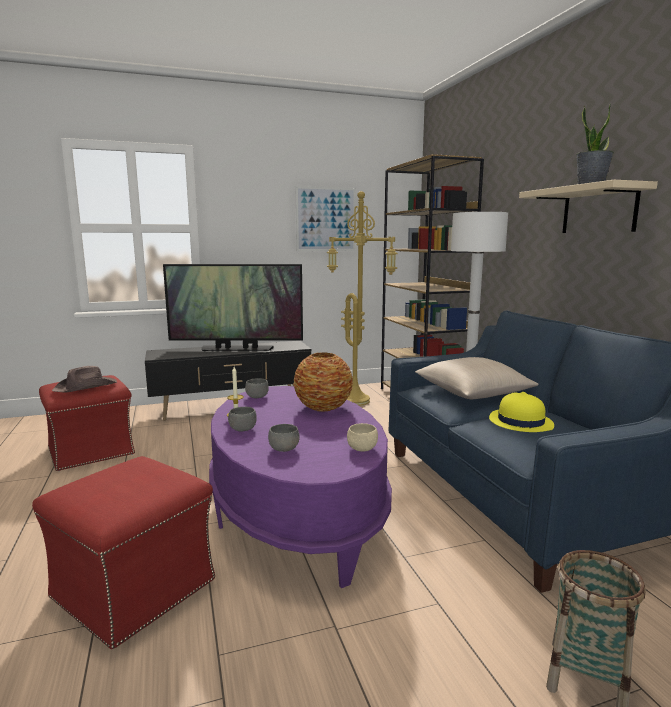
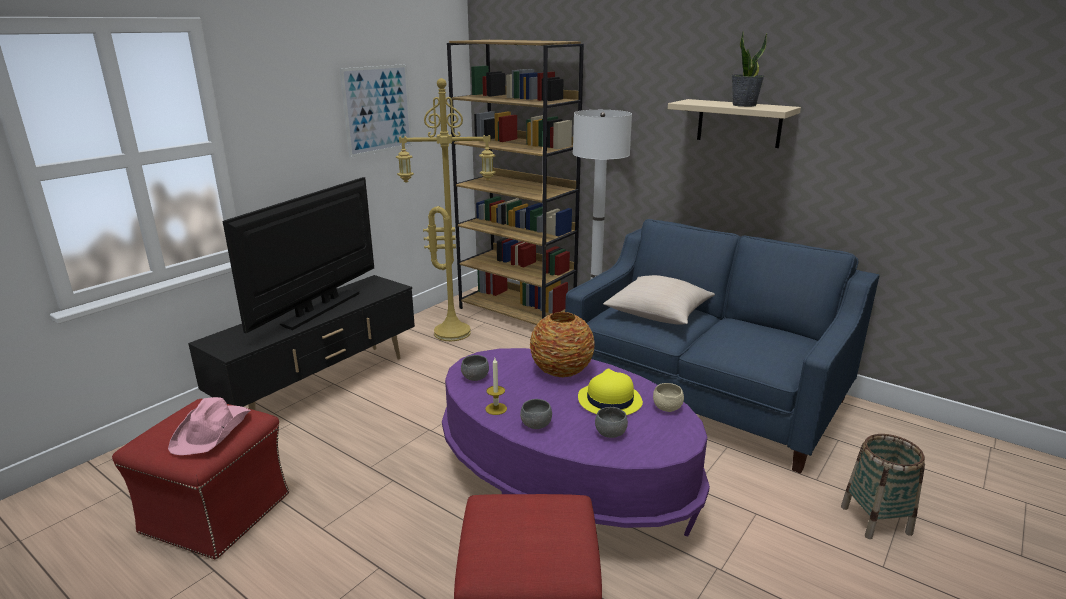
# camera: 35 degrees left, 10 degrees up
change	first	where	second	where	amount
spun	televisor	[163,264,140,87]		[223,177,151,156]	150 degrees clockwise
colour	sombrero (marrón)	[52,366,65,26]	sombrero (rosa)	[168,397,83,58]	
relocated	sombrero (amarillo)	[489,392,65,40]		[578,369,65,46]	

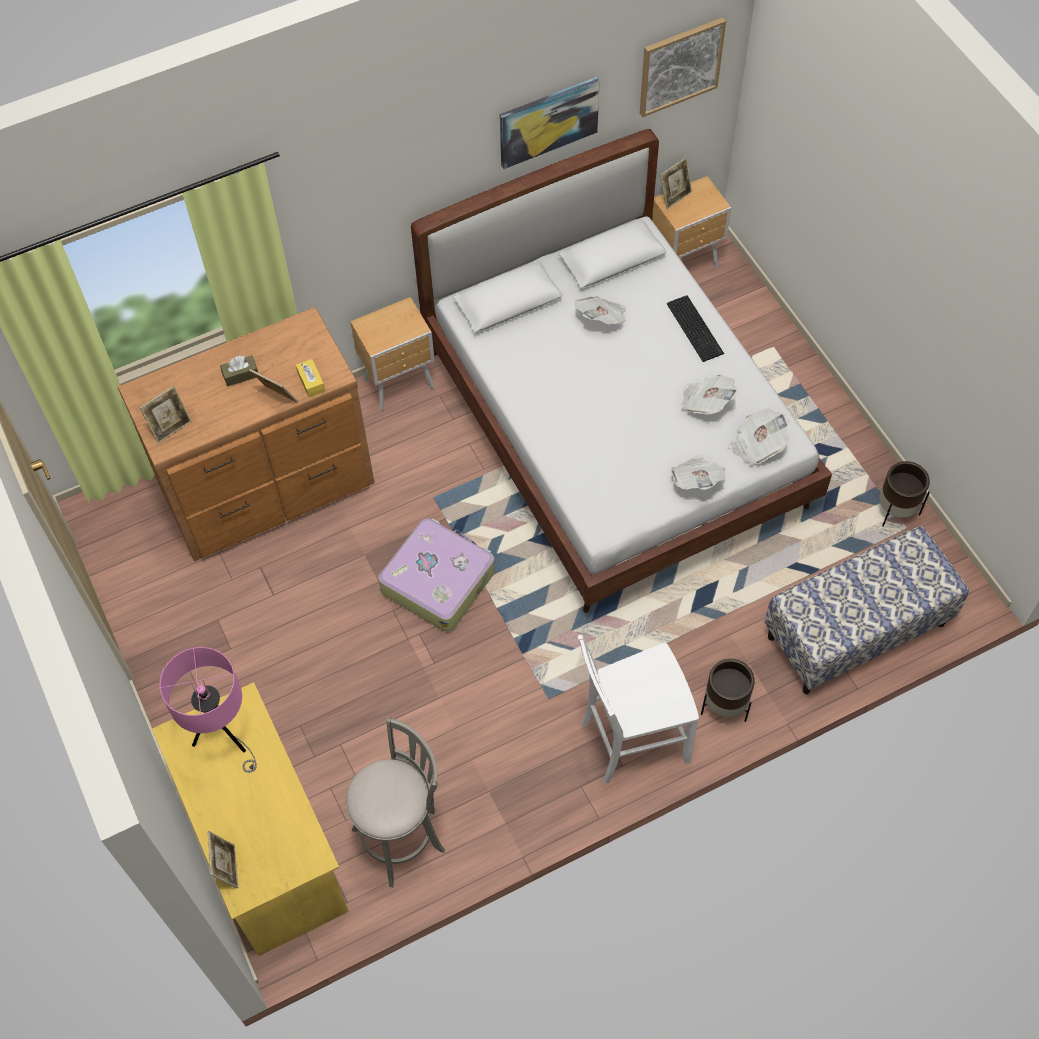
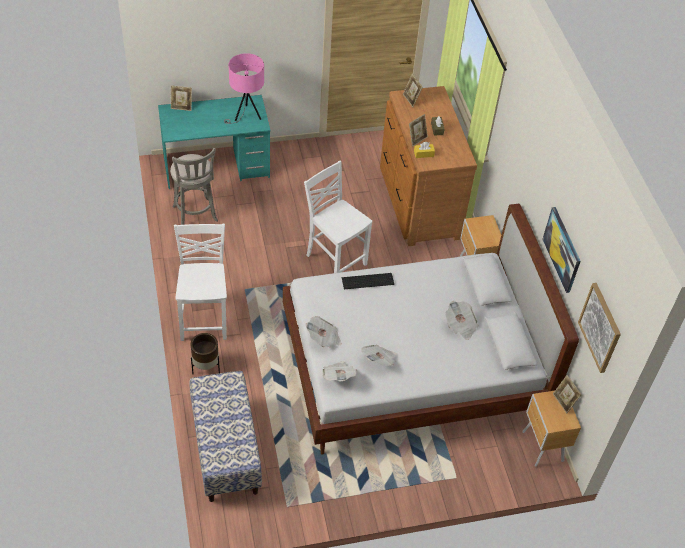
# camera: 100 degrees right, 10 degrees down
change	first	where	second	where	amount
relocated	teclado	[667,295,57,67]		[342,273,52,16]	
missing	maceta (marrón)	[879,461,51,66]			
exchanged	maleta	[379,518,116,114]	silla (blanco)	[304,161,68,112]	
colour	escritorio (amarillo)	[152,682,197,274]	escritorio (turquesa)	[158,95,112,94]	

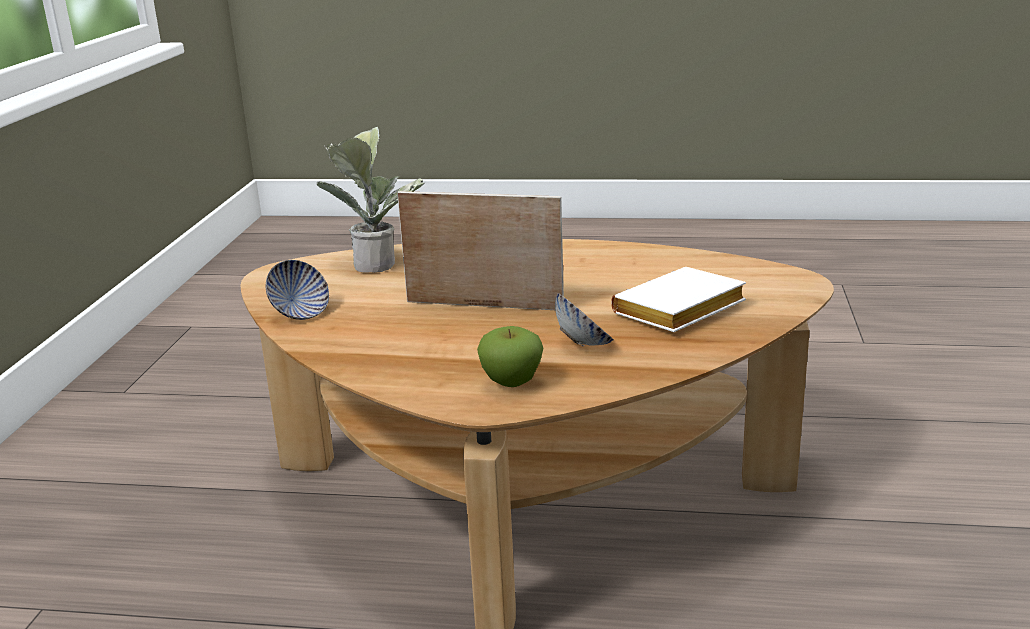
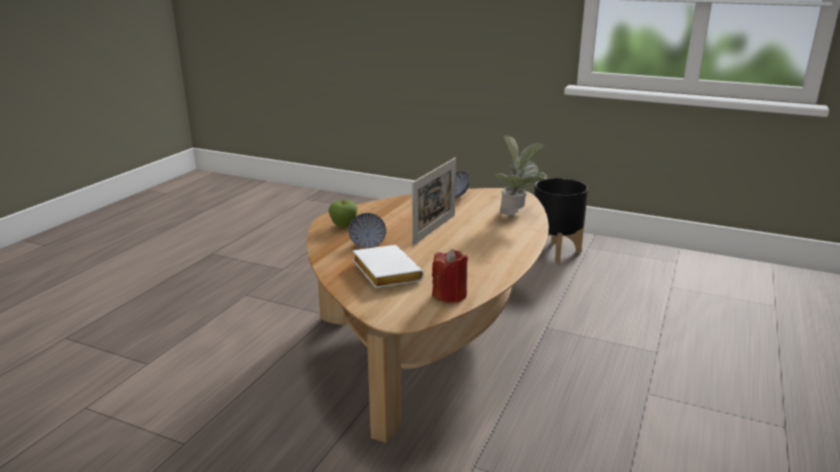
# camera: 105 degrees right, 0 degrees up
change	first	where	second	where	amount
appeared			maceta (negro)	[534,178,54,85]	
appeared			vela (rojo)	[432,249,36,54]	

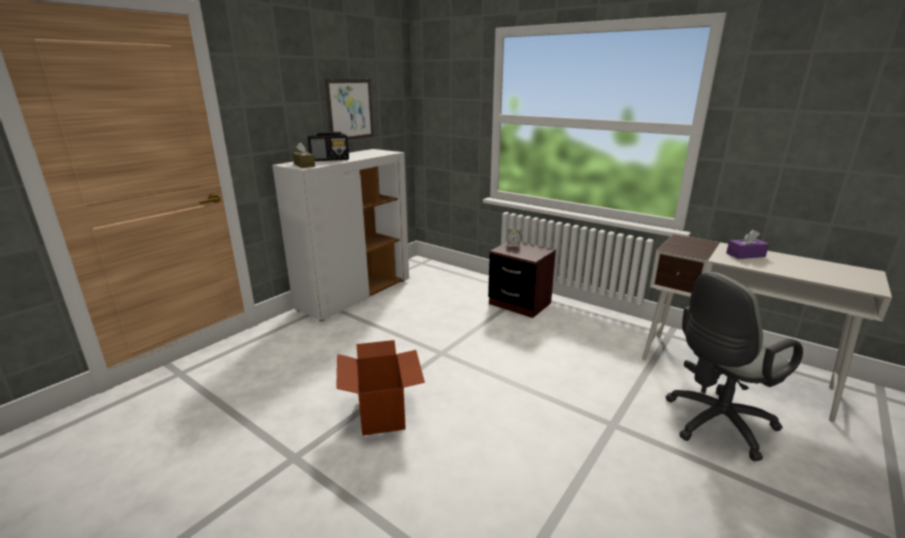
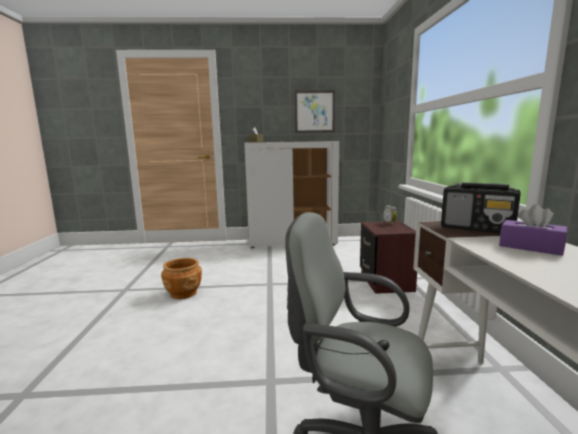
# camera: 50 degrees right, 10 degrees down
change	first	where	second	where	amount
relocated	radio	[308,132,41,29]		[441,182,80,52]	
exchanged	caja de cartón	[336,340,89,96]	maceta (marrón)	[161,258,41,41]	

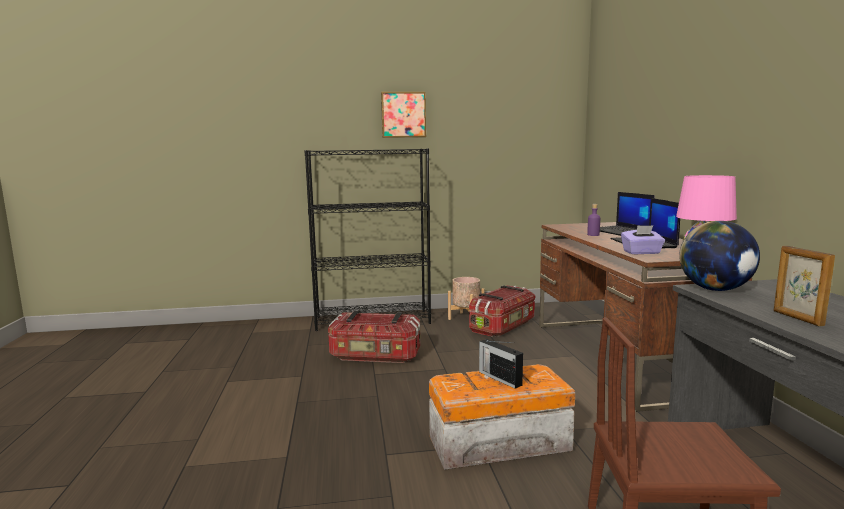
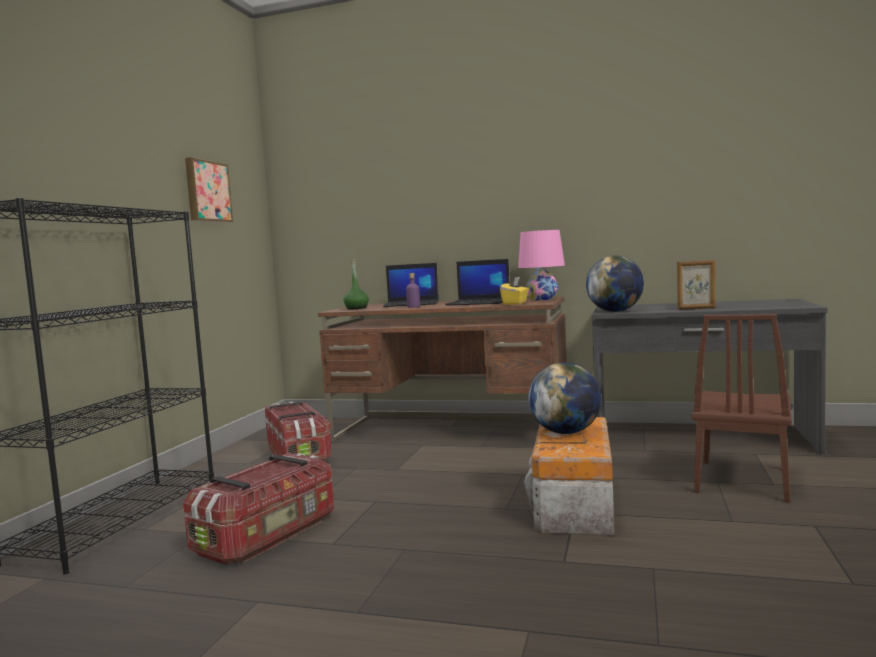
# camera: 65 degrees left, 5 degrees down
change	first	where	second	where	amount
relocated	cuadro	[381,92,45,46]		[185,157,48,66]	
colour	caja de pañuelos (morado)	[621,225,44,29]	caja de pañuelos (amarillo)	[500,277,29,28]	
missing	maceta (beis)	[448,277,37,43]			
exchanged	radio	[479,339,44,49]	globo terráqueo	[528,362,73,72]	
appeared			botella (verde)	[343,259,26,50]	

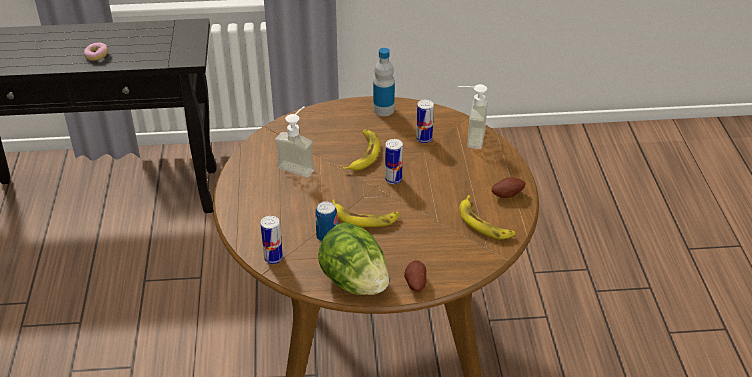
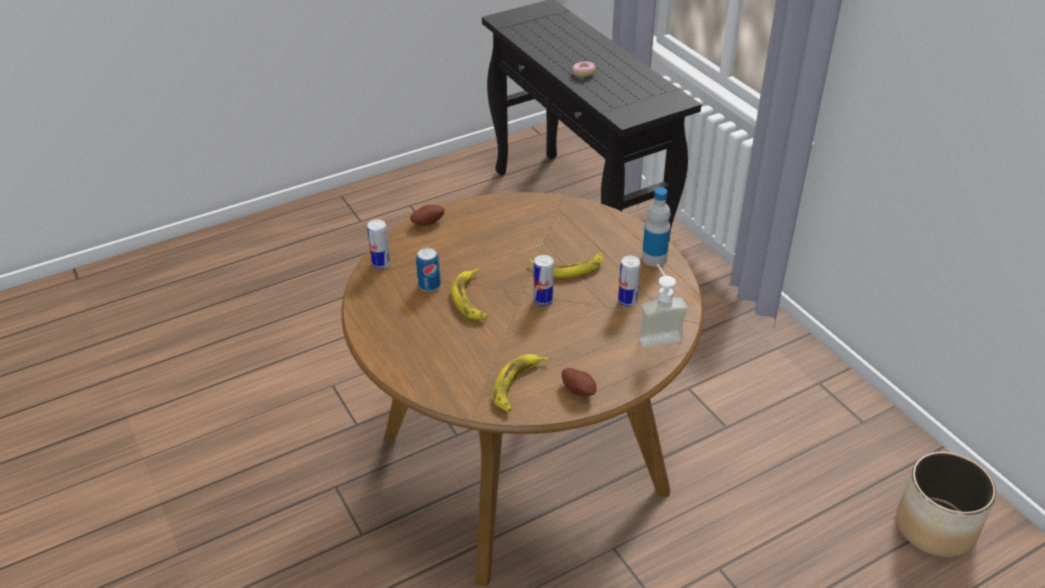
# camera: 65 degrees right, 0 degrees up
change	first	where	second	where	amount
missing	dispensador de jabón	[275,106,39,71]			
missing	lechuga	[318,222,71,73]			
relocated	patata	[404,260,23,32]		[410,205,35,21]	
appeared			maceta	[896,452,100,105]	

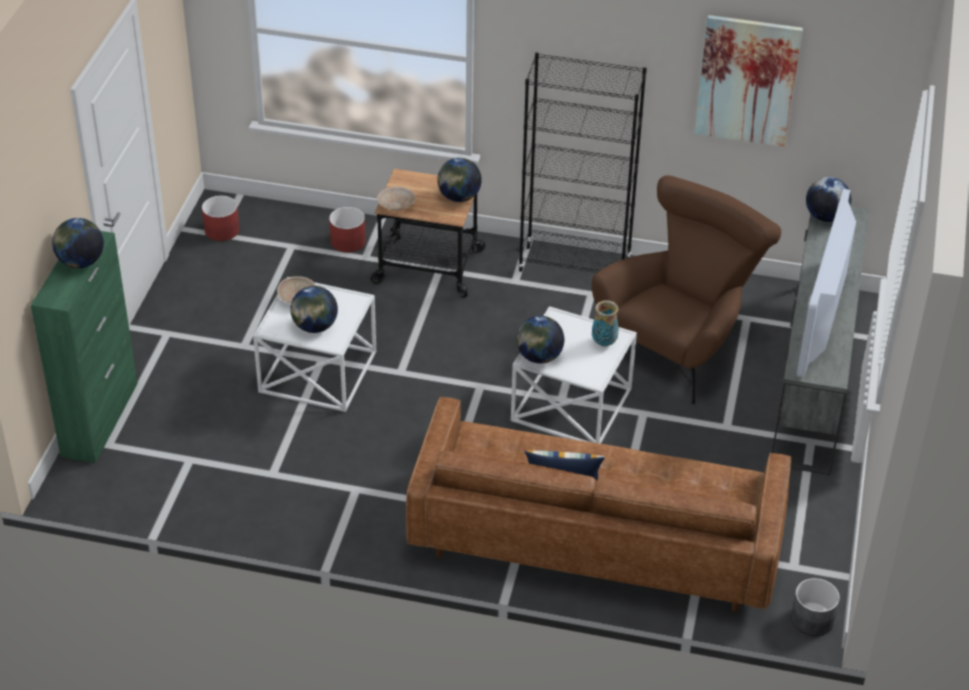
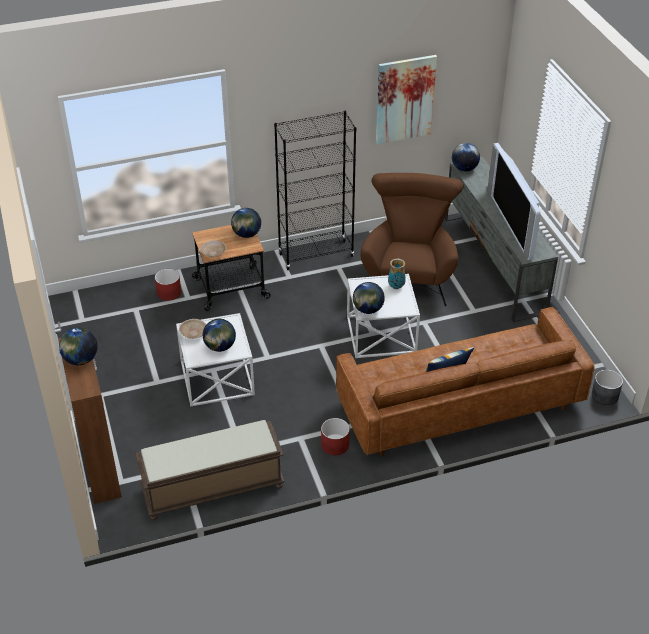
# camera: 30 degrees left, 0 degrees up
change	first	where	second	where	amount
relocated	maceta (rojo)	[202,196,38,45]		[321,418,29,37]	
colour	armario (verde)	[31,231,107,232]	armario (marrón)	[58,338,64,166]	
appeared			banco (marrón)	[135,420,150,100]	

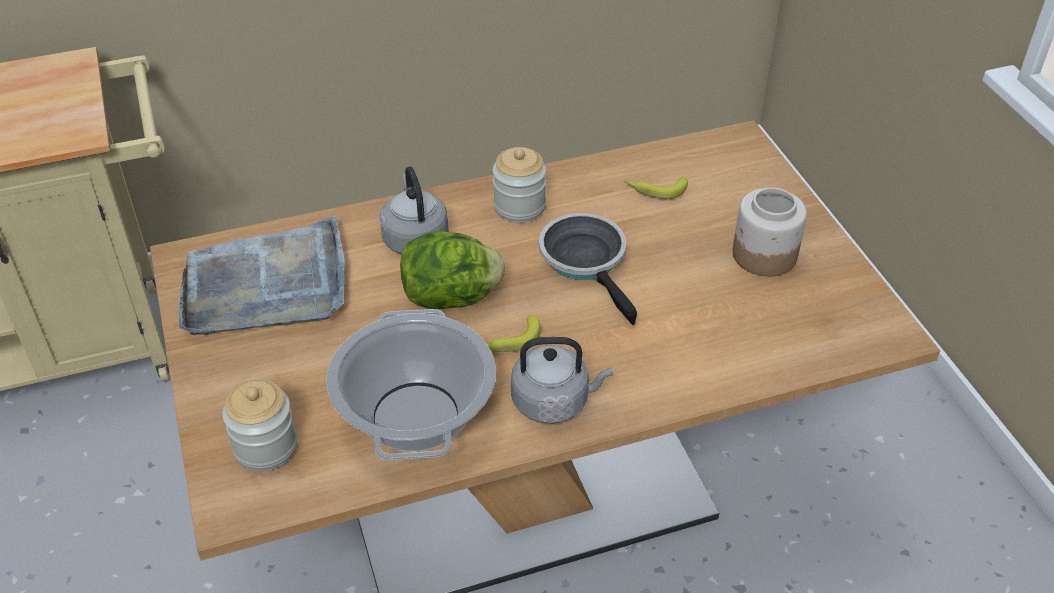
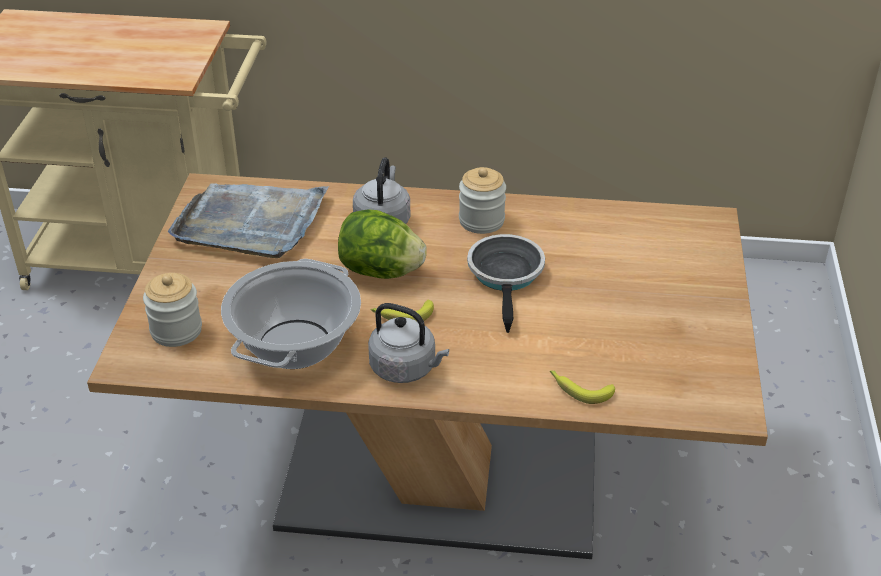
# camera: 25 degrees right, 5 degrees down
change	first	where	second	where	amount
relocated	plátano	[624,177,64,22]		[550,370,65,34]	
missing	tarro	[733,187,74,89]			

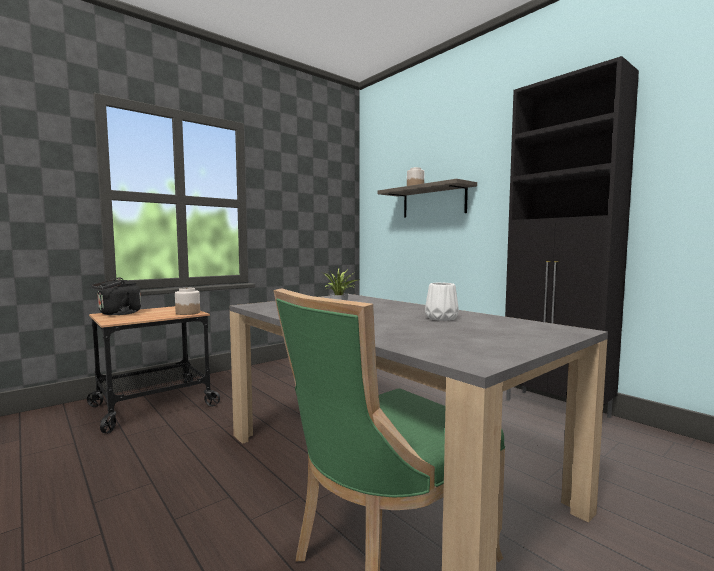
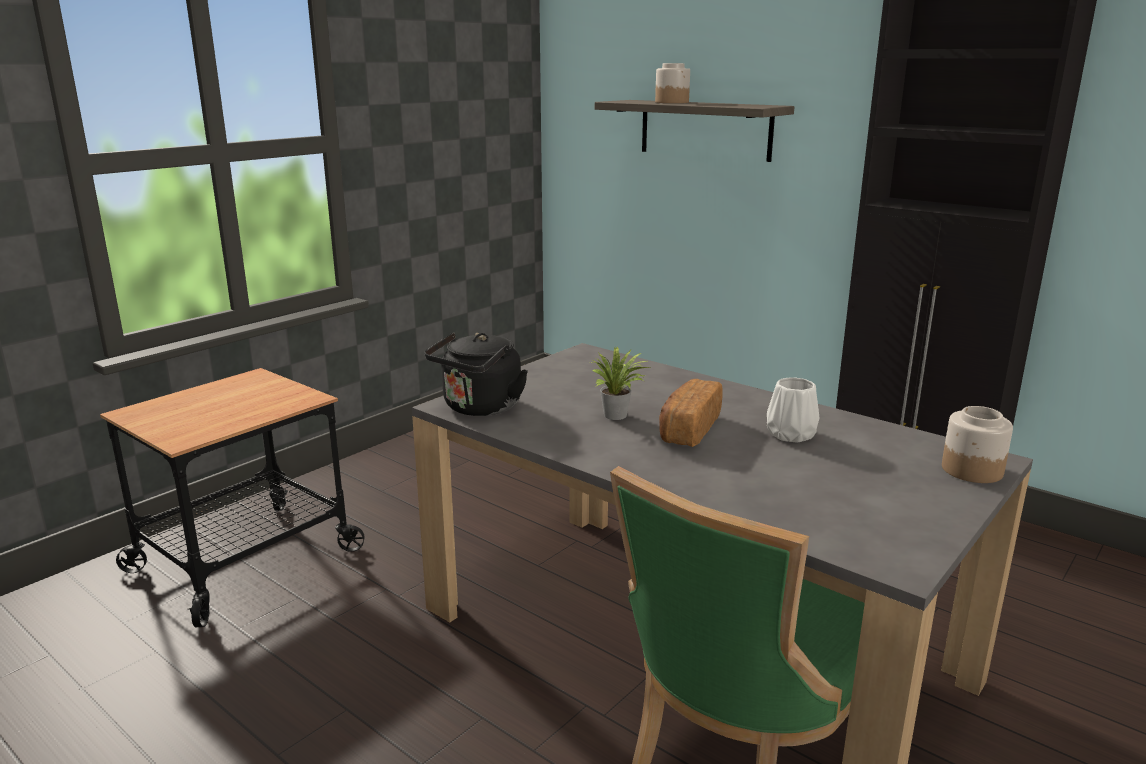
# camera: 10 degrees left, 15 degrees up
change	first	where	second	where	amount
relocated	hervidor (negro)	[91,277,50,38]		[425,333,103,83]	
relocated	tarro	[175,288,25,27]		[942,406,71,77]	
appeared			pan	[659,379,64,68]	

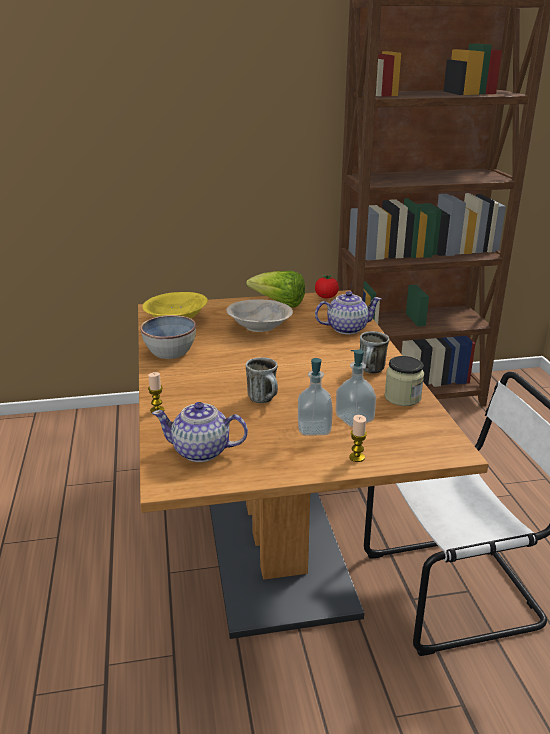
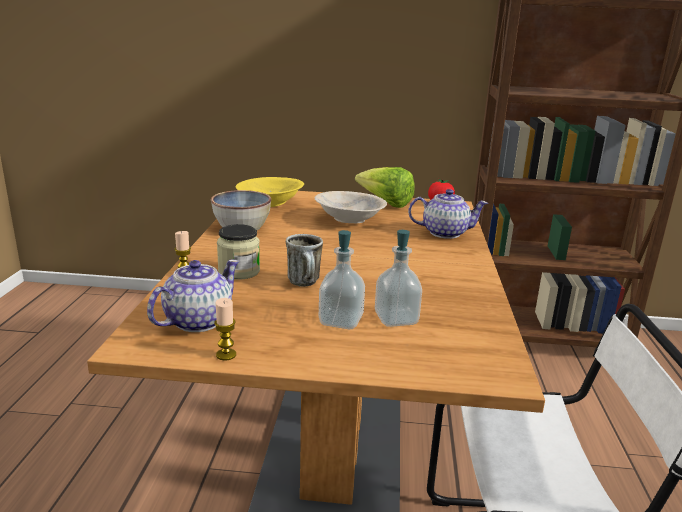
# camera: 15 degrees right, 5 degrees down
change	first	where	second	where	amount
missing	taza grande	[360,331,29,43]			
relocated	tarro	[384,356,40,50]		[217,224,43,56]	
spun	tetera	[152,402,96,60]		[147,260,92,72]	105 degrees clockwise
relocated	vela	[349,415,18,47]		[214,298,22,63]	

